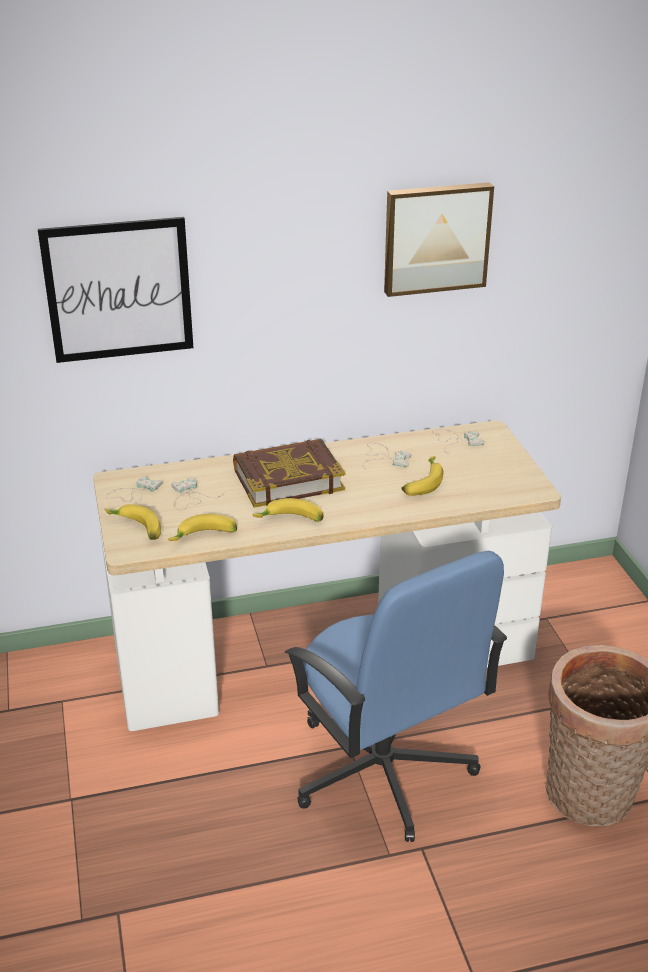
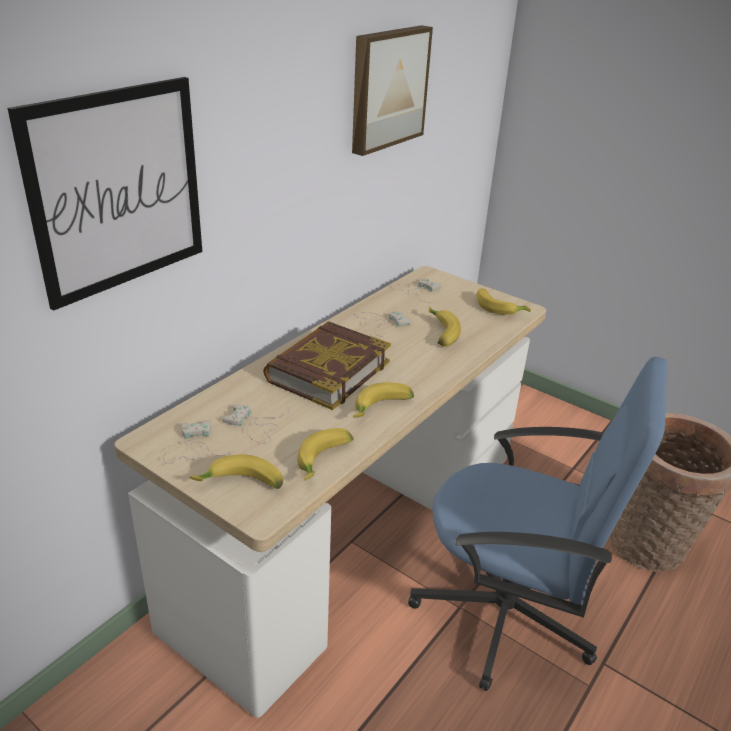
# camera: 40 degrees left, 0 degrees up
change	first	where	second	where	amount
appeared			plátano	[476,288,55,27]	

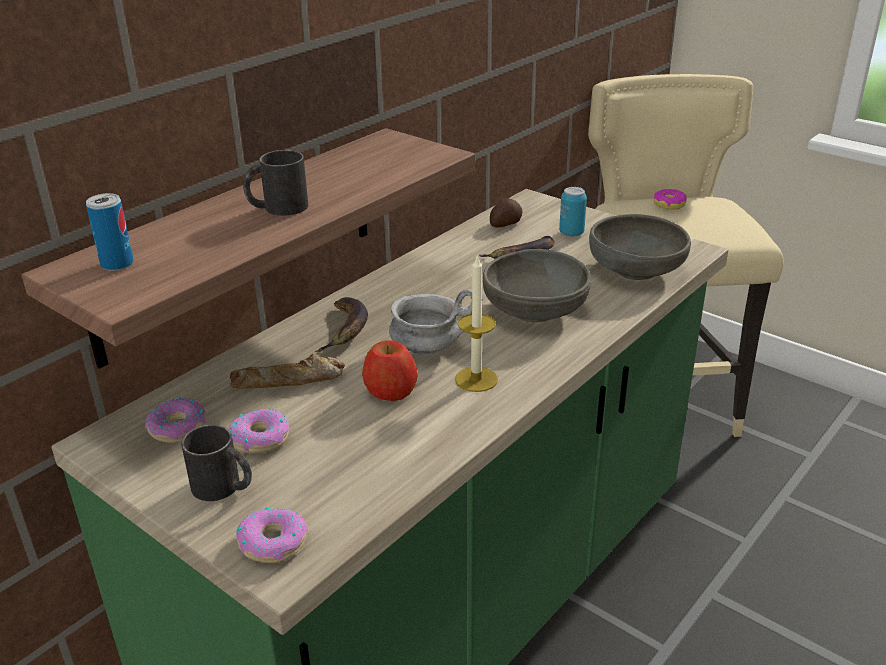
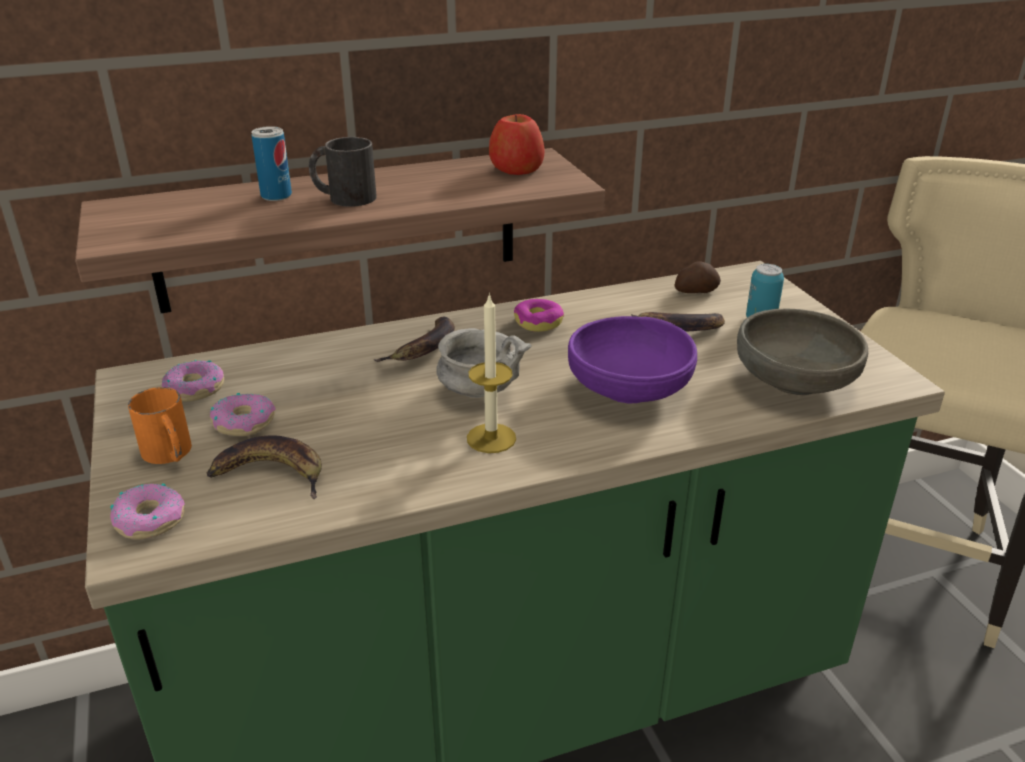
# camera: 30 degrees right, 0 degrees up
change	first	where	second	where	amount
relocated	rosquilla	[654,189,33,21]		[514,299,50,33]	
relocated	lata	[86,193,48,78]		[251,126,41,75]	
colour	cuenco (gris)	[483,249,108,73]	cuenco (morado)	[568,316,129,87]	
relocated	manzana	[362,340,56,61]		[489,114,56,61]	
missing	pan	[230,354,115,35]			
colour	taza grande (negro)	[182,425,70,76]	taza grande (naranja)	[128,387,64,77]	
appeared			plátano	[207,435,115,64]	

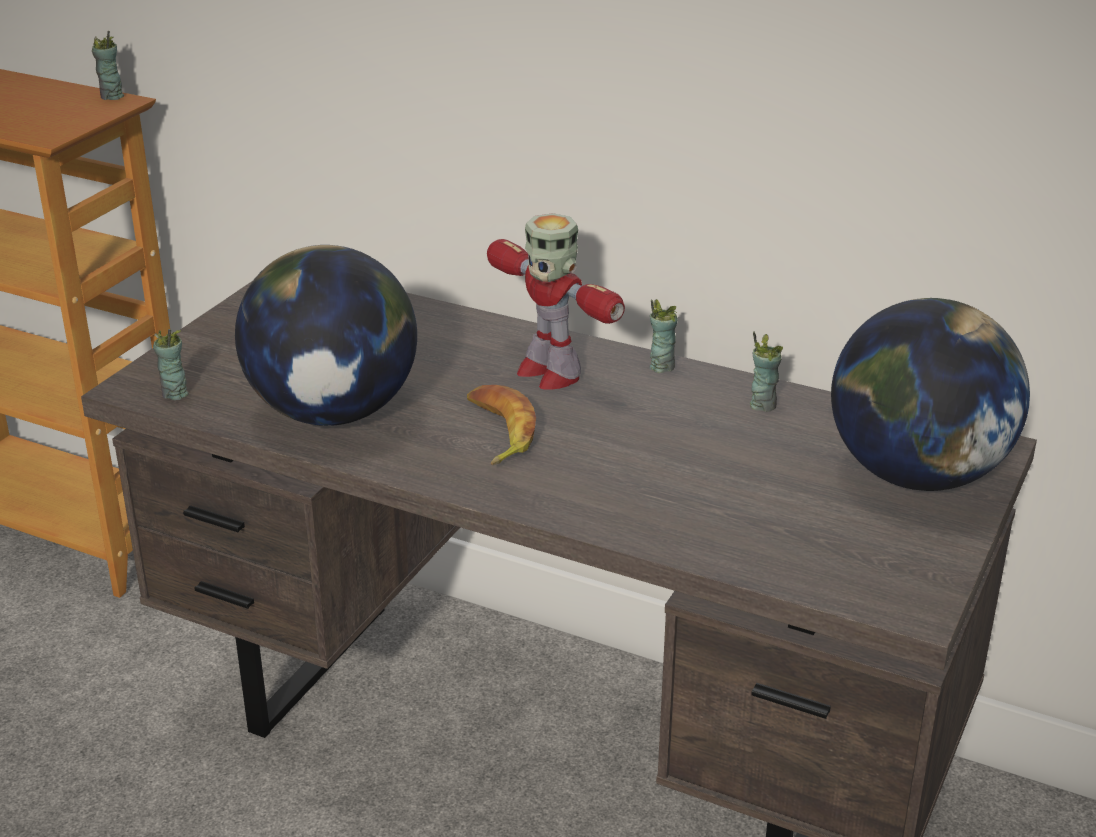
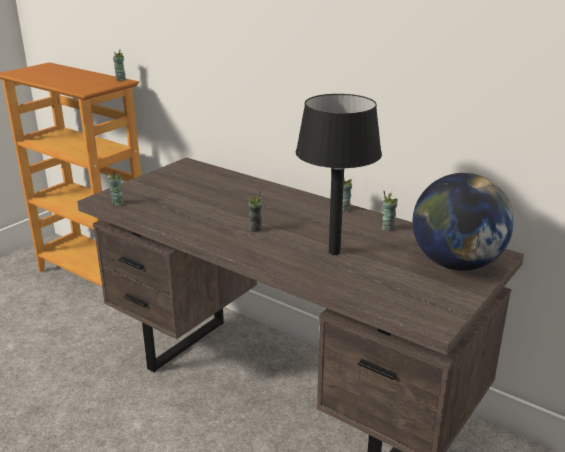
# camera: 10 degrees right, 5 degrees down
change	first	where	second	where	amount
missing	robot de juguete	[487,213,138,177]			
missing	globo terráqueo	[235,245,182,181]			
exchanged	plátano	[467,385,69,80]	taza	[248,191,15,41]	
appeared			lámpara de mesa (negro)	[296,94,86,161]	

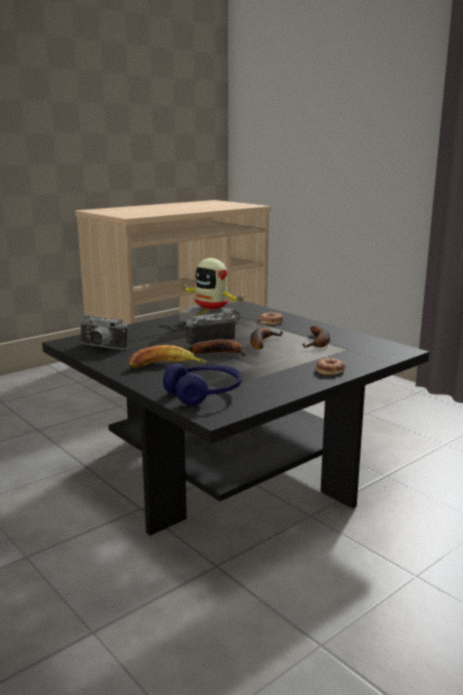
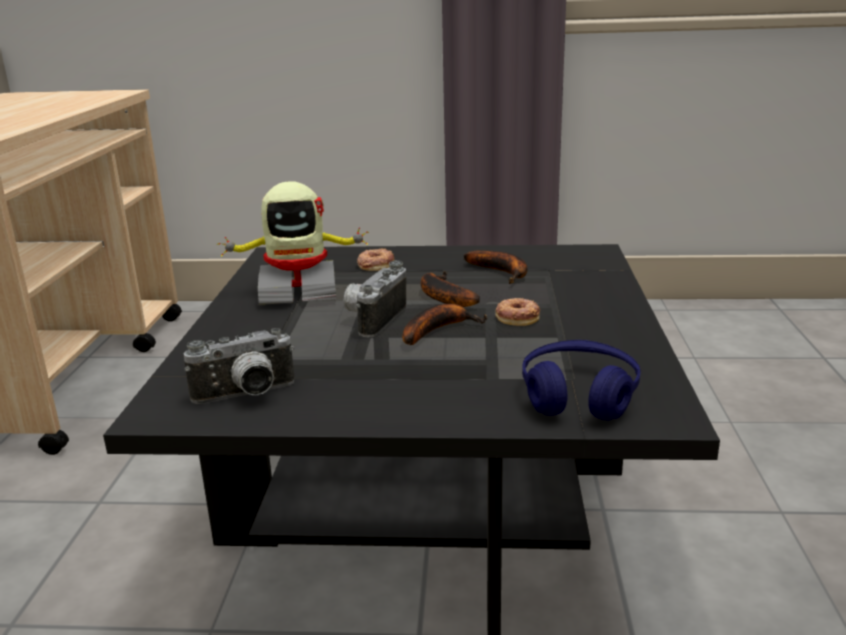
# camera: 45 degrees left, 5 degrees up
change	first	where	second	where	amount
missing	plátano	[128,345,78,23]			
relocated	rosquilla	[316,358,29,17]		[495,298,45,28]	

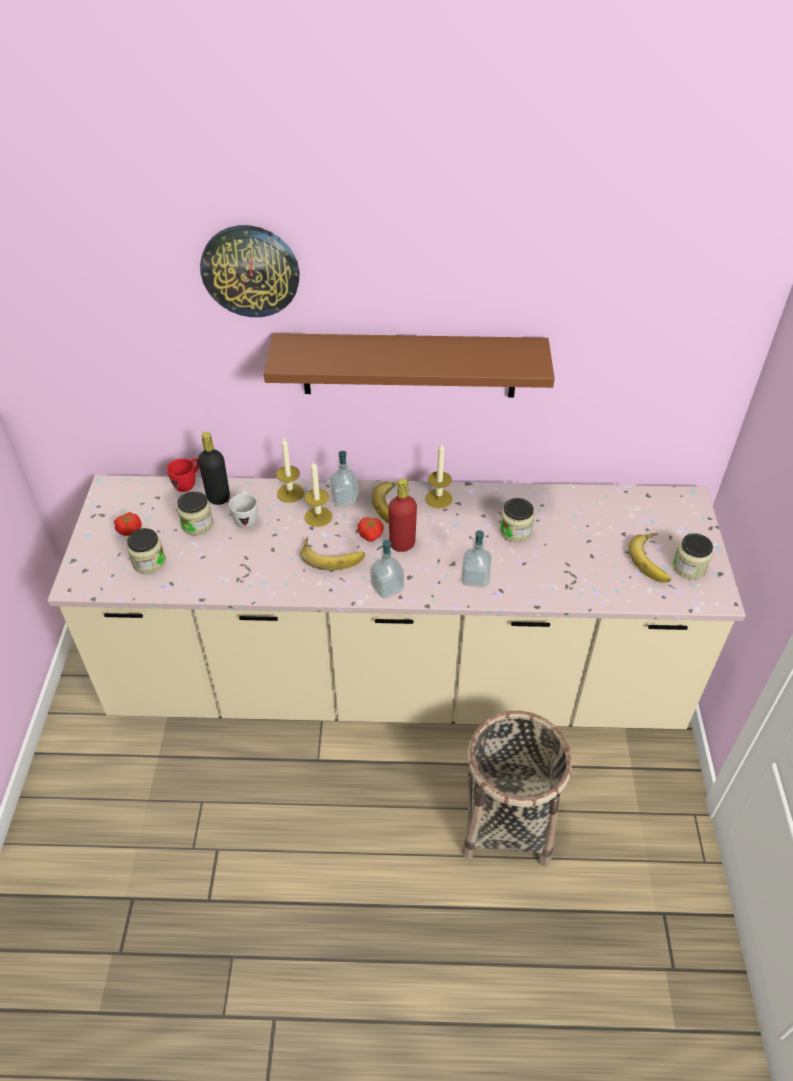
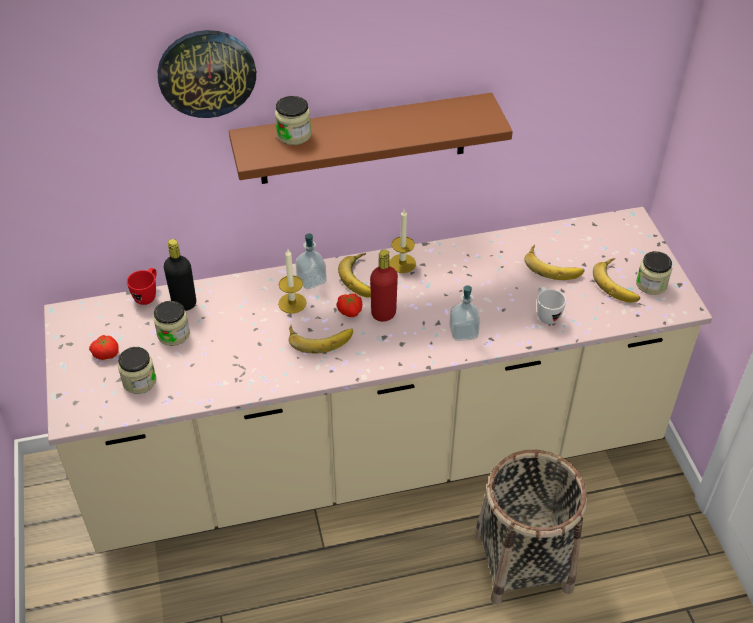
# camera: 15 degrees left, 0 degrees up
change	first	where	second	where	amount
missing	vela	[276,438,28,65]			
relocated	taza grande (blanco)	[229,491,29,37]		[537,286,29,38]	
relocated	tarro	[500,498,34,45]		[275,96,36,49]	
missing	dispensador de jabón	[370,540,34,58]			
appeared			plátano	[524,245,60,35]	

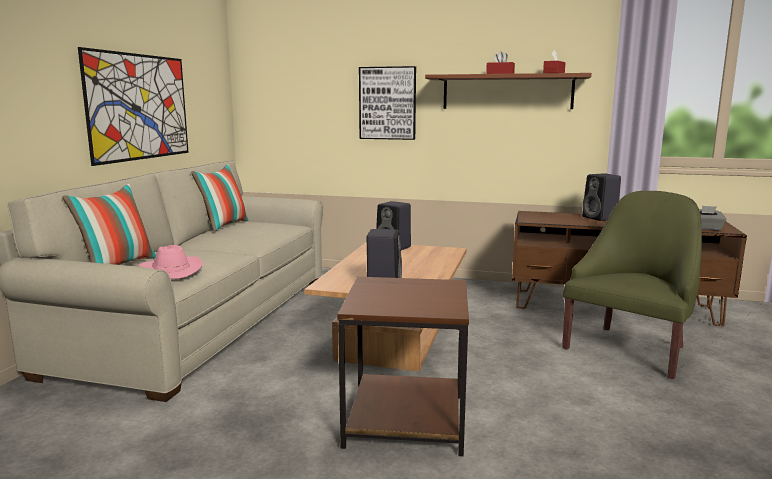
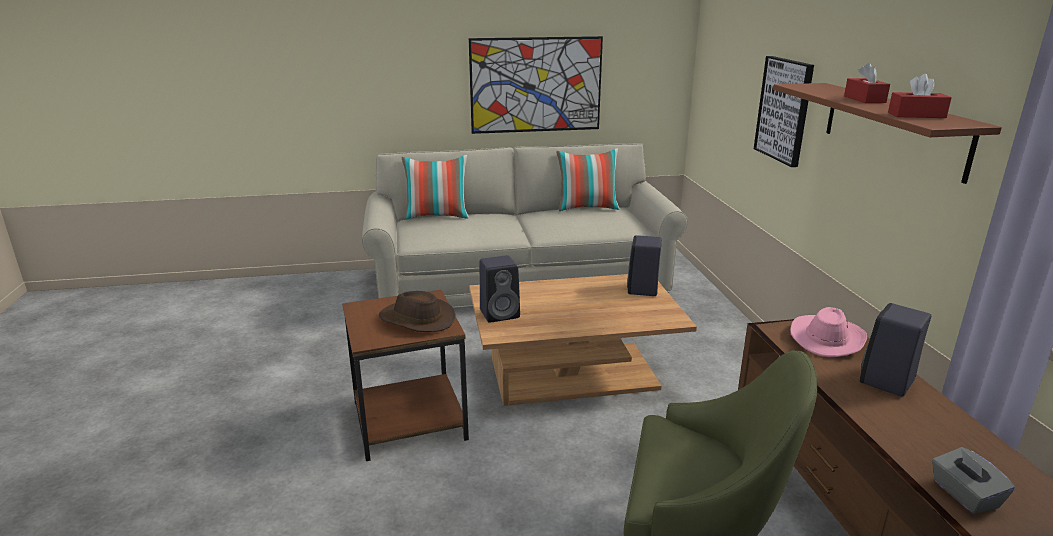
# camera: 65 degrees right, 10 degrees up
change	first	where	second	where	amount
relocated	sombrero (rosa)	[139,245,64,34]		[790,307,77,50]	
appeared			sombrero (marrón)	[379,291,76,41]	

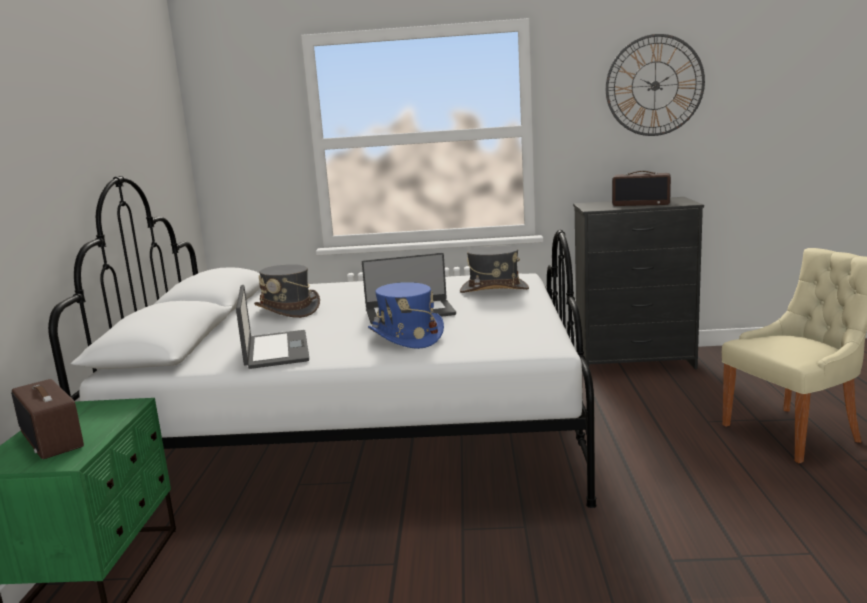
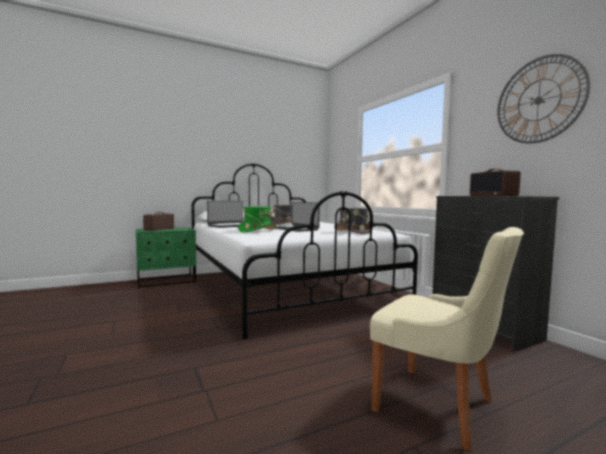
# camera: 60 degrees right, 10 degrees down
change	first	where	second	where	amount
colour	sombrero (azul)	[368,282,76,67]	sombrero (verde)	[238,206,38,26]	

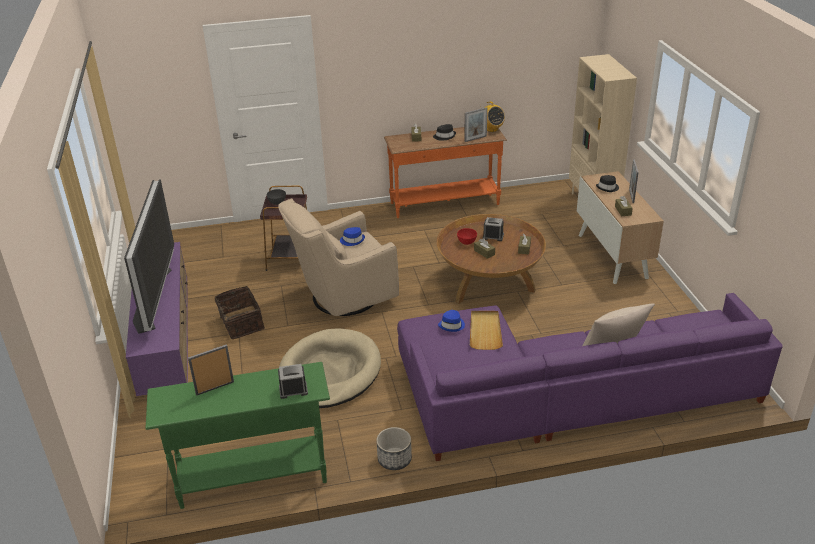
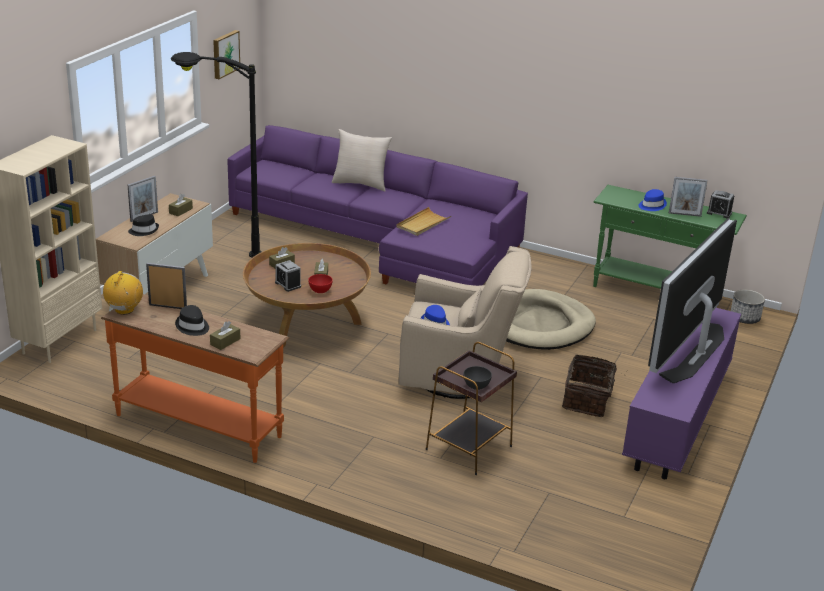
# camera: 145 degrees left, 5 degrees down
change	first	where	second	where	amount
relocated	sombrero (azul)	[438,310,27,22]		[638,189,29,22]	
relocated	despertador	[278,364,30,35]		[707,190,27,28]	
relocated	maceta	[376,427,36,43]		[731,290,34,34]	
appeared			cuadro	[213,30,27,49]	
appeared			lámpara de pie (negro)	[171,52,91,206]	

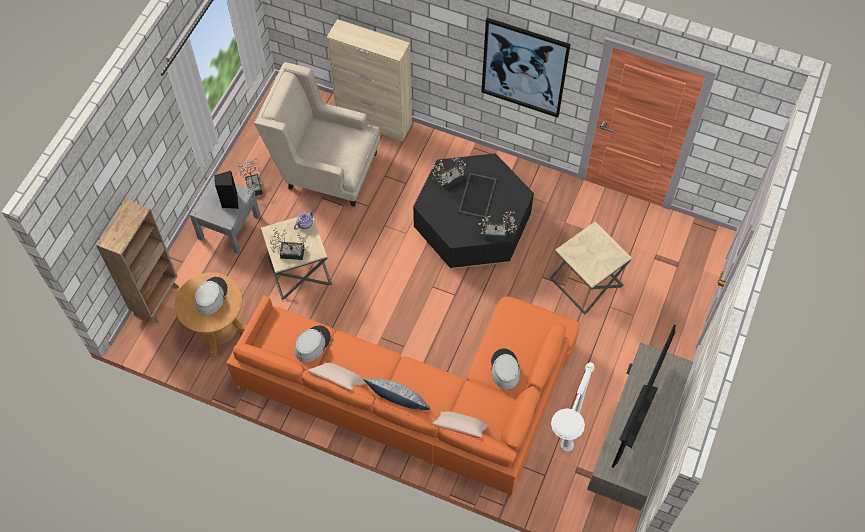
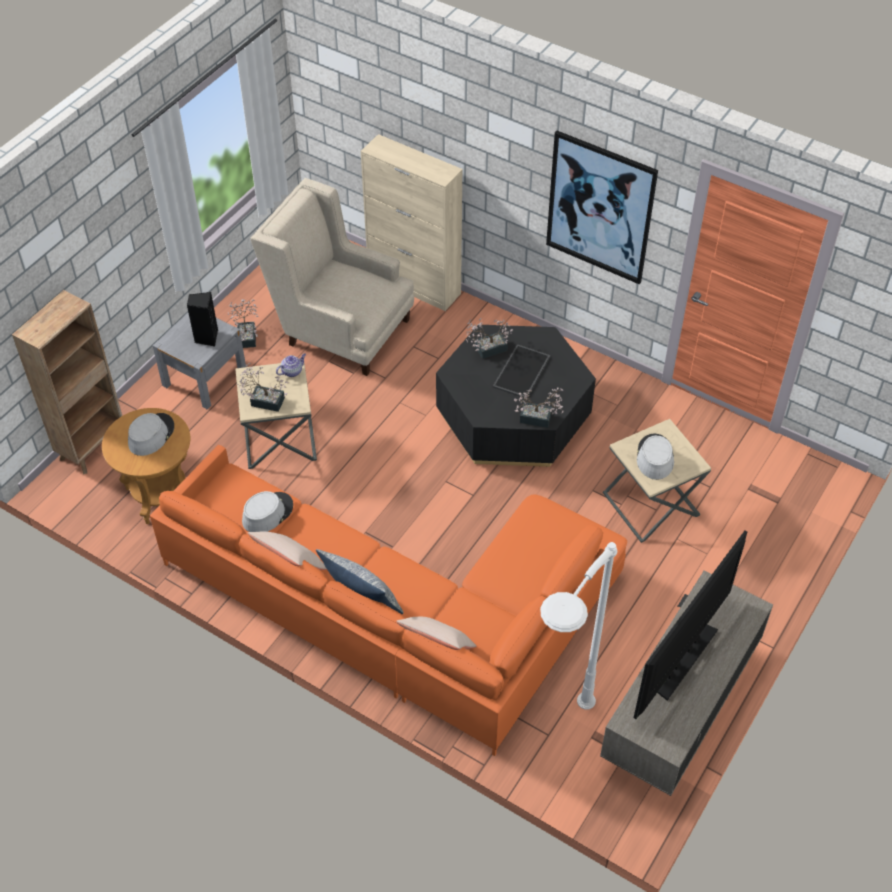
# camera: 10 degrees right, 10 degrees down
change	first	where	second	where	amount
relocated	sombrero (gris)	[491,348,29,41]		[637,434,37,46]	

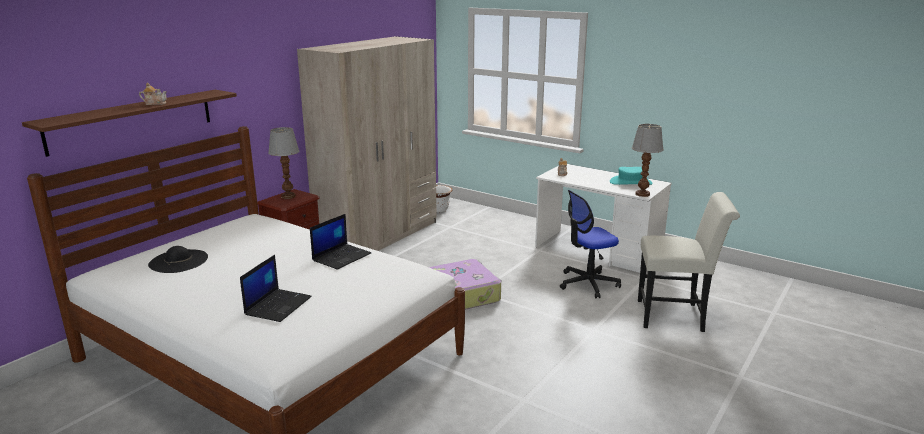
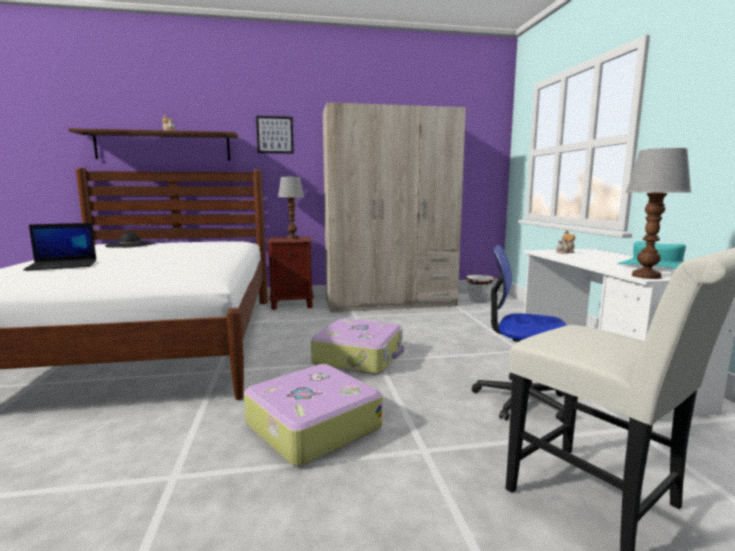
# camera: 45 degrees right, 10 degrees down
change	first	where	second	where	amount
missing	portátil	[310,214,61,56]			
appeared			cuadro	[256,116,38,38]	
appeared			maleta	[244,364,138,102]	

